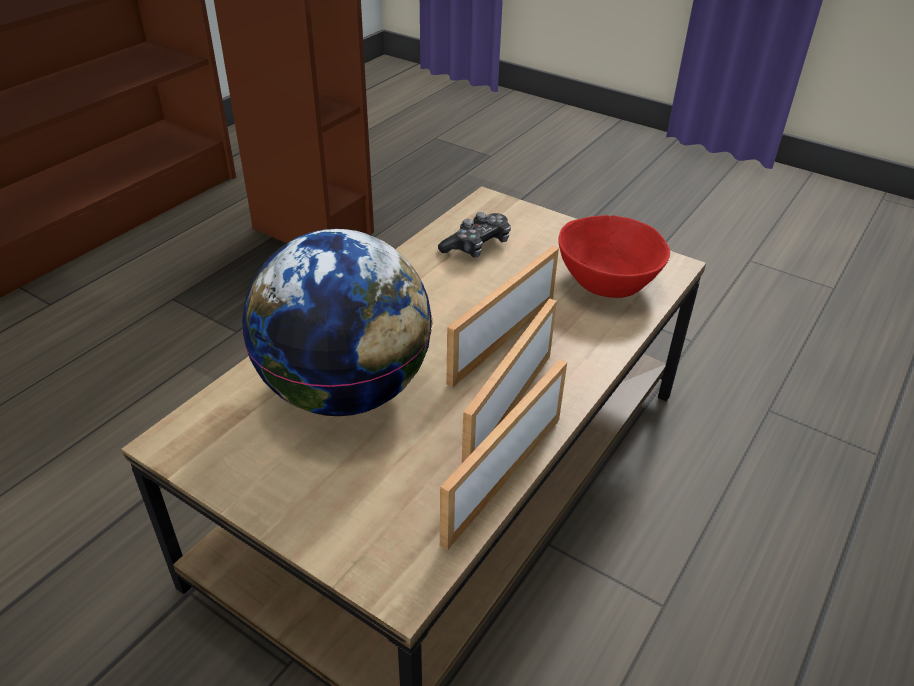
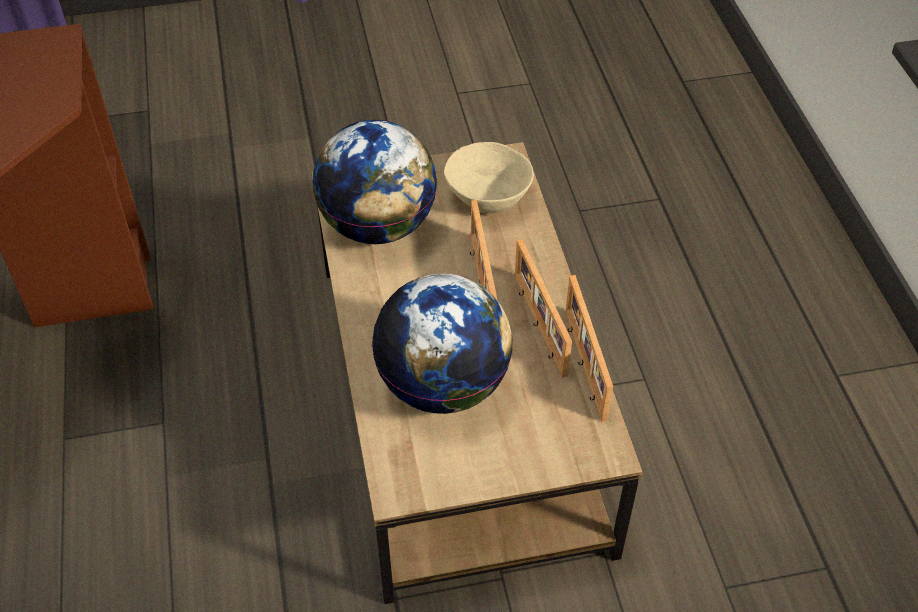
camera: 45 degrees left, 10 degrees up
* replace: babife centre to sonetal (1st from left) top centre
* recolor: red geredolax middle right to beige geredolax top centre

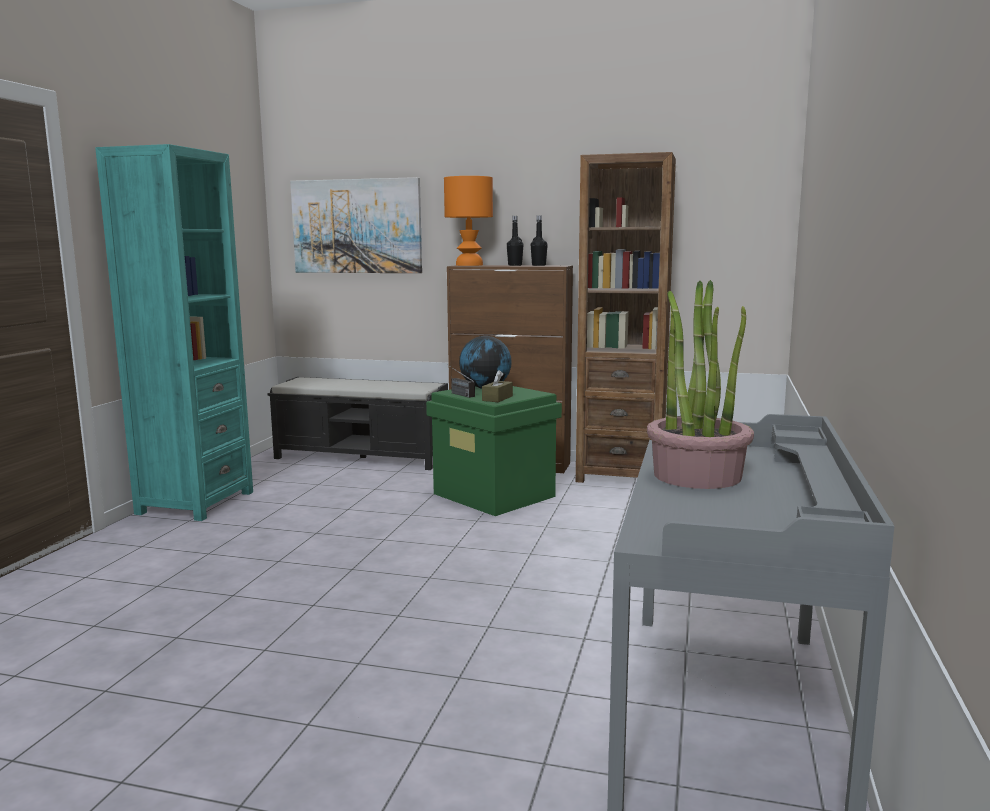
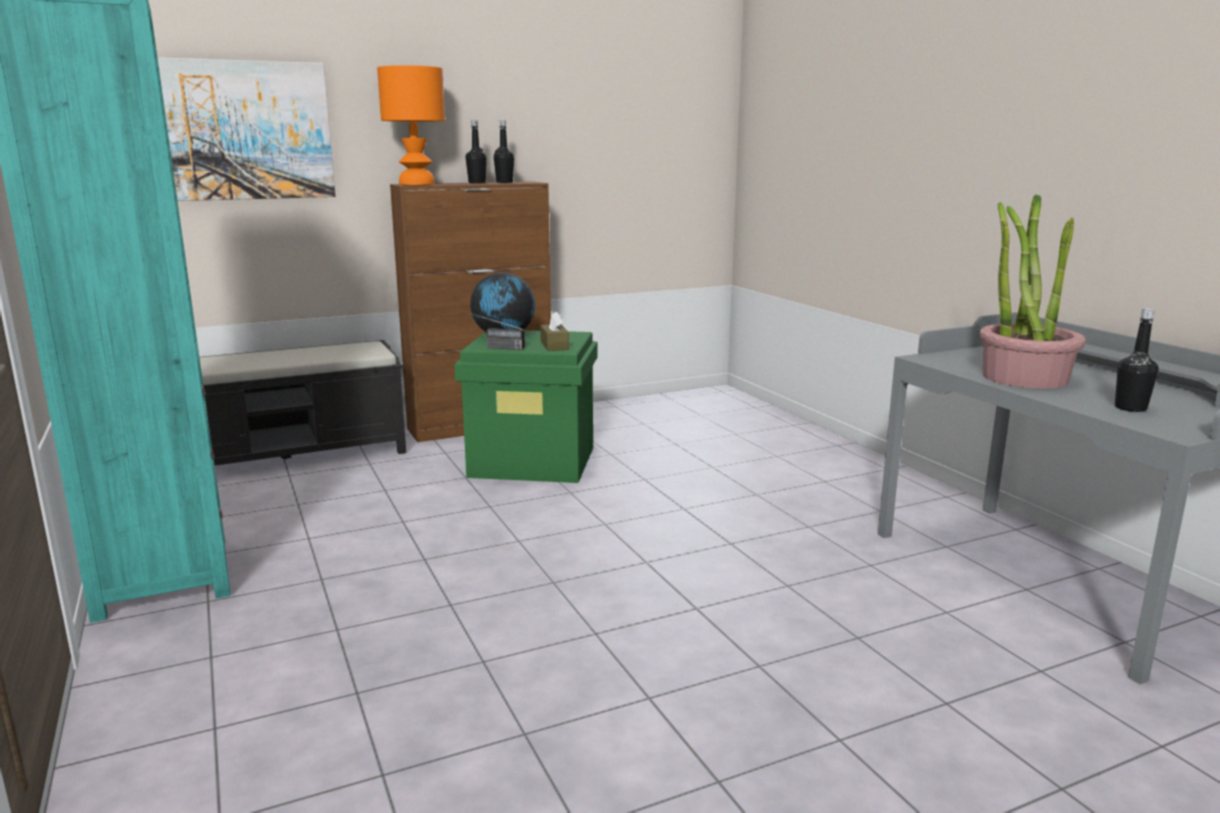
camera: 40 degrees left, 5 degrees up
* delete: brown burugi centre
* insert: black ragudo (3rd from left) middle right

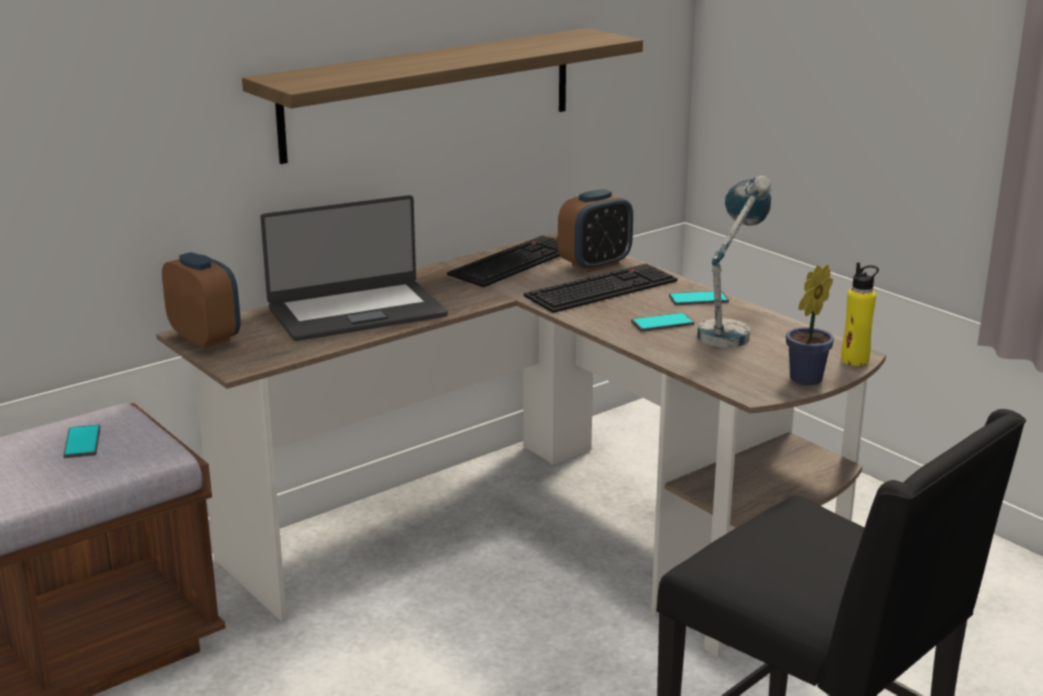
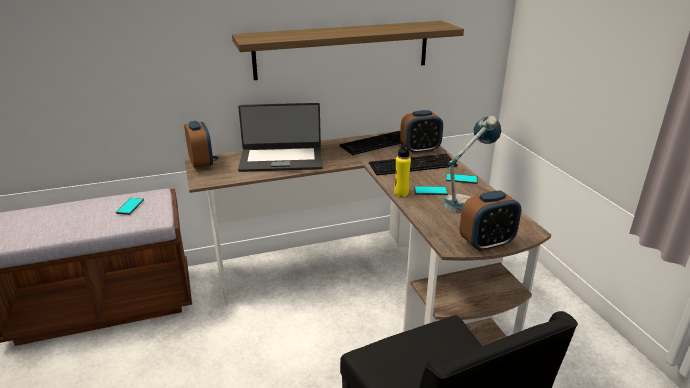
camera: 20 degrees right, 5 degrees up
* move: yellow ragudo middle right to centre
* replace: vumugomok middle right to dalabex (3rd from left) middle right

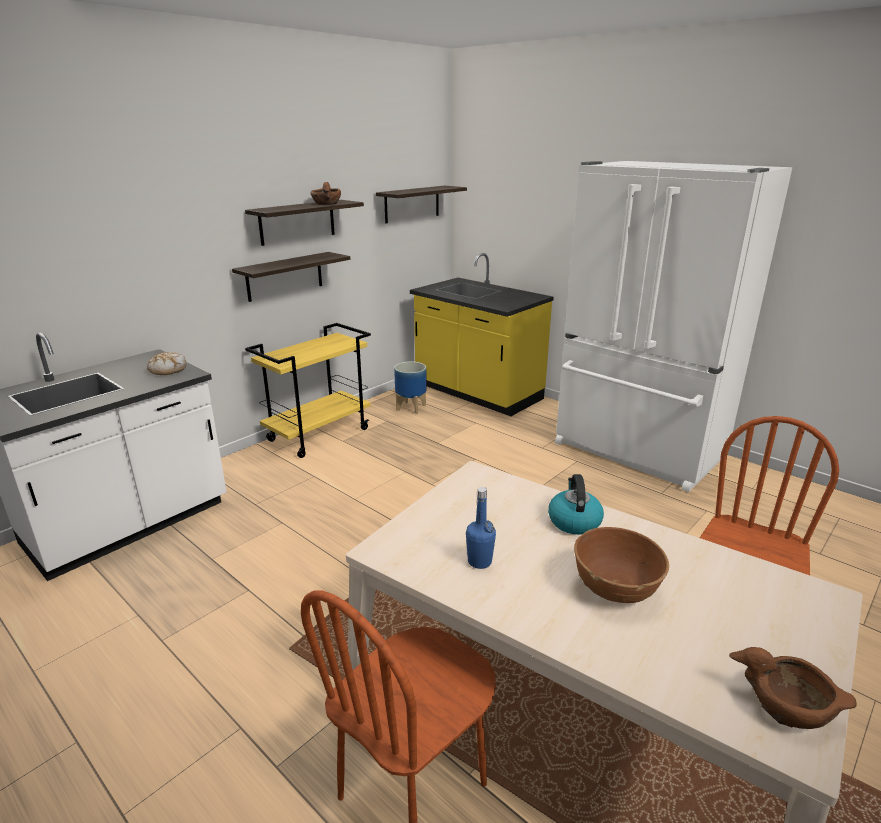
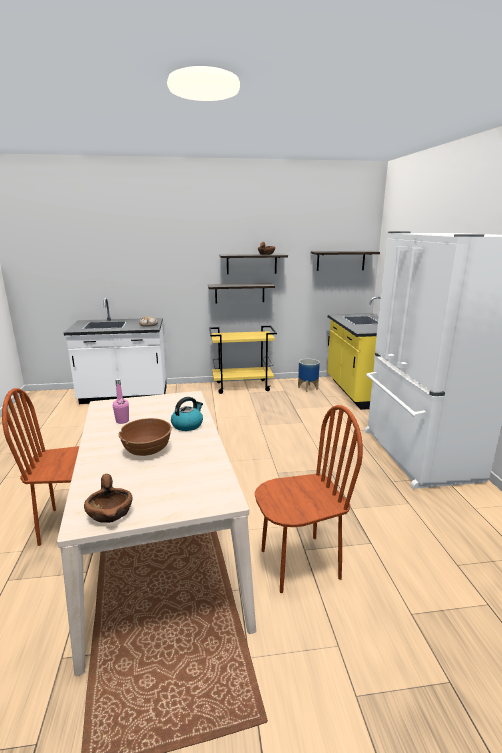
camera: 40 degrees right, 5 degrees down
* recolor: blue ragudo centre to pink ragudo middle left

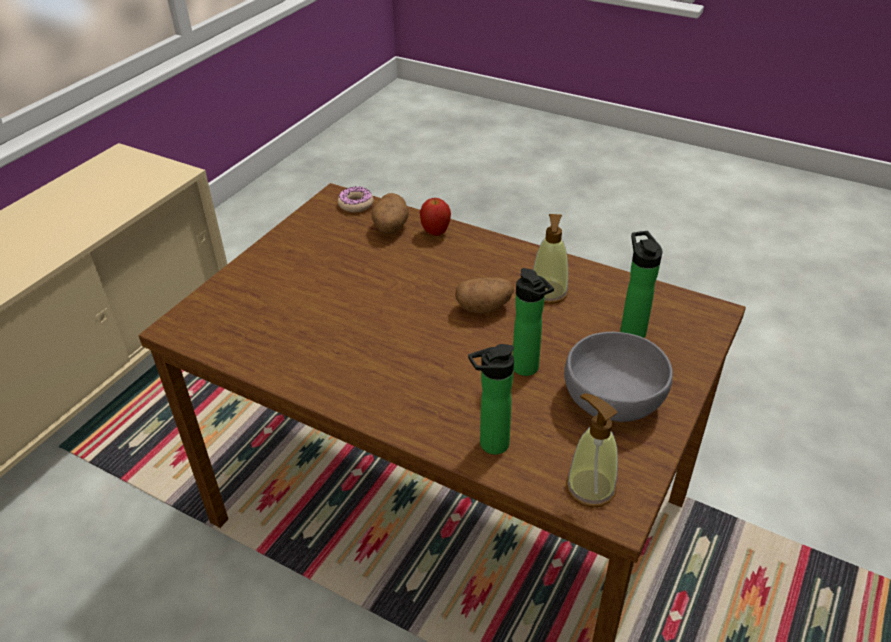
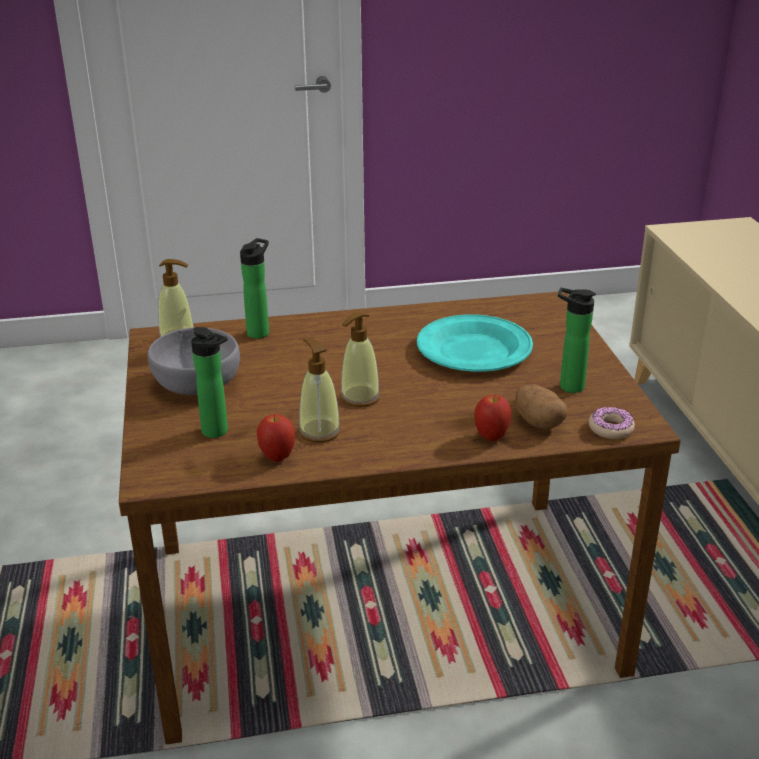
camera: 140 degrees right, 10 degrees down
* insert: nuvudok (1st from left) centre
* insert: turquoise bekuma centre
* move: ragudo (2nd from left in the first image) centre to ragudo (3rd from left) middle right
* replace: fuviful (2nd from left) centre to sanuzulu (3rd from left) centre

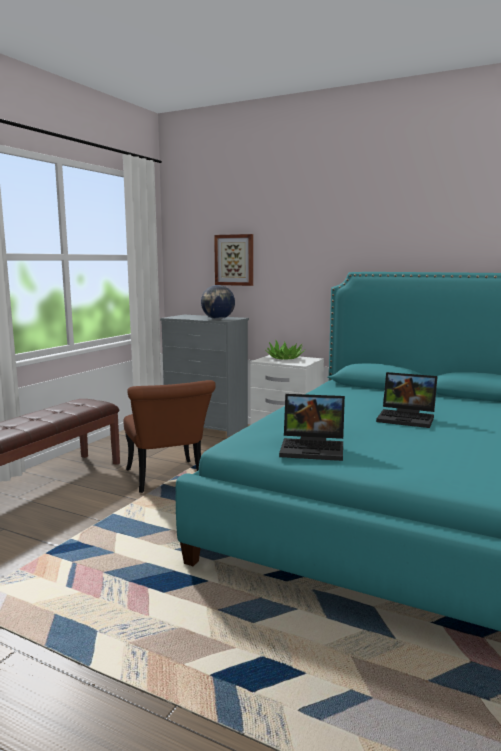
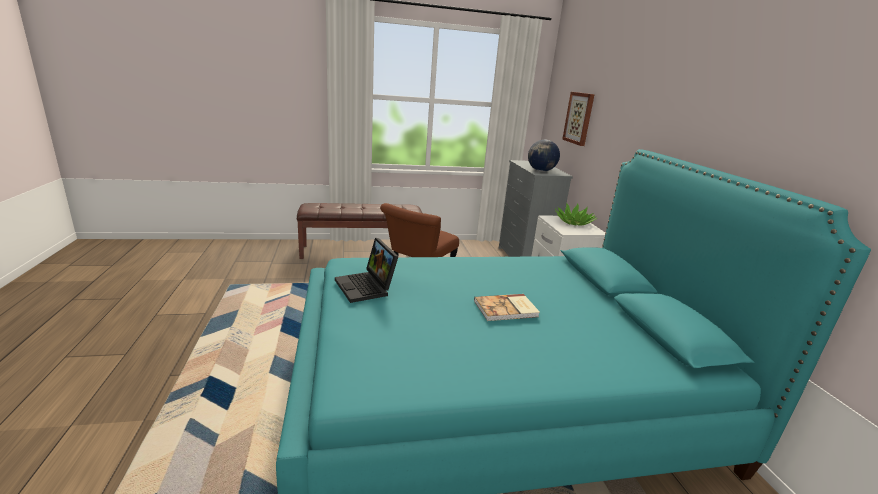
camera: 50 degrees right, 10 degrees up
* replace: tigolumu (2nd from left) middle right to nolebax centre

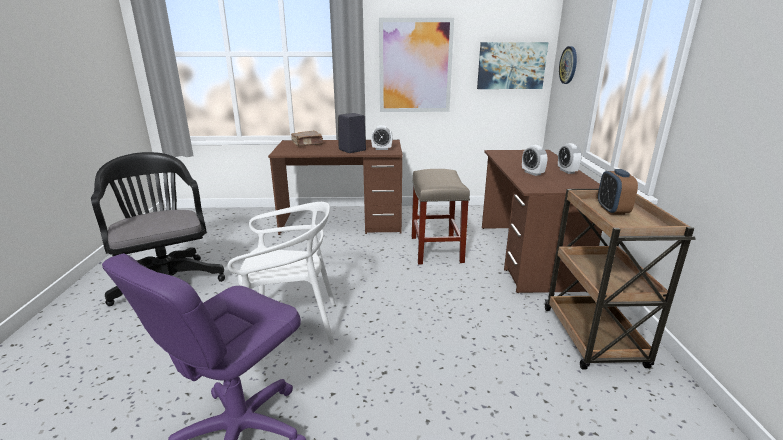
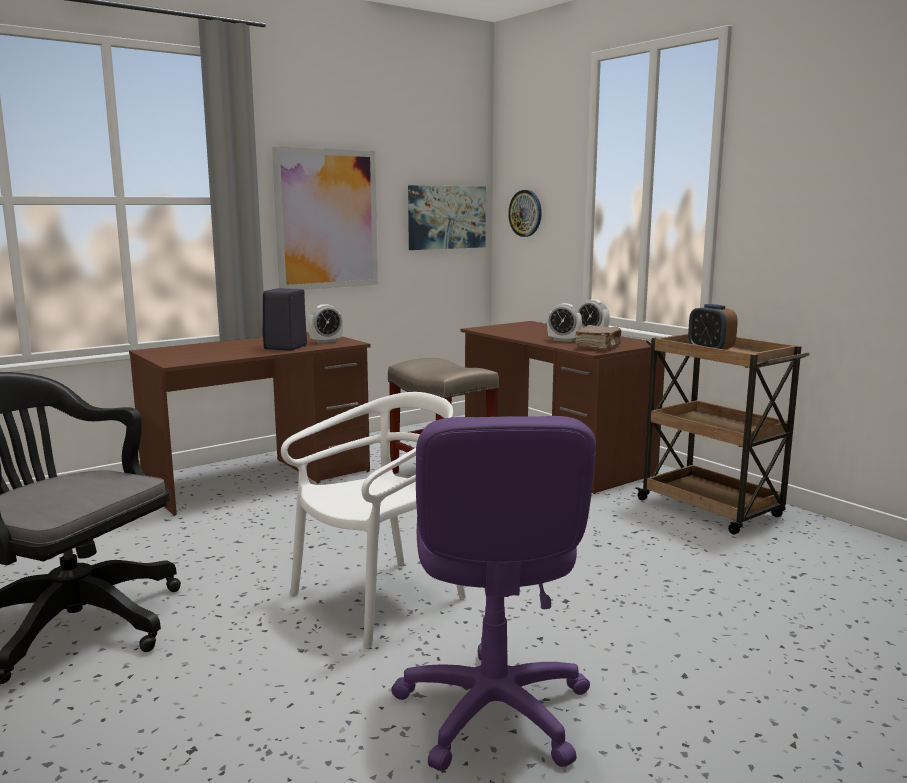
camera: 35 degrees left, 10 degrees down
* move: brown nolebax top centre to centre

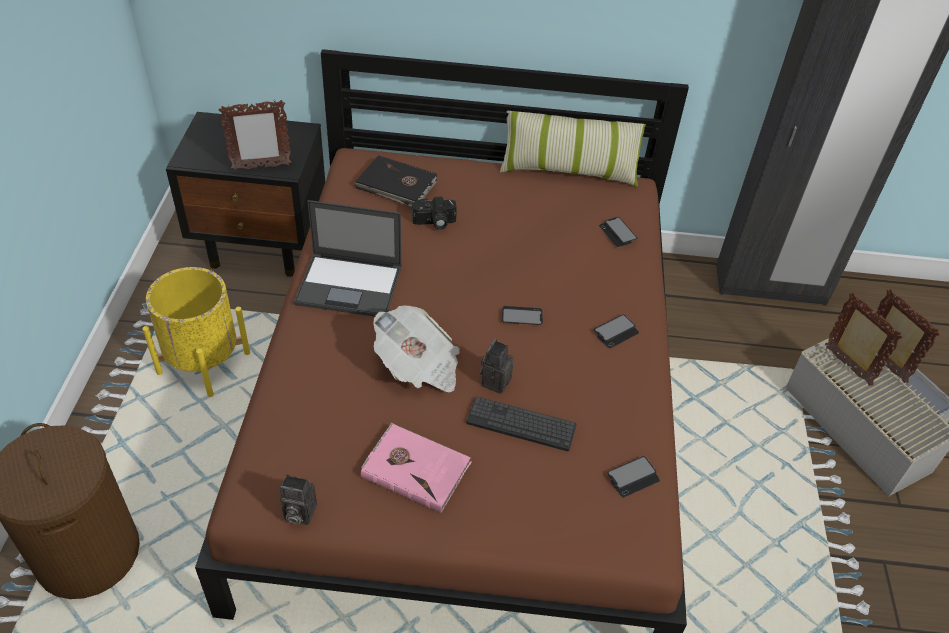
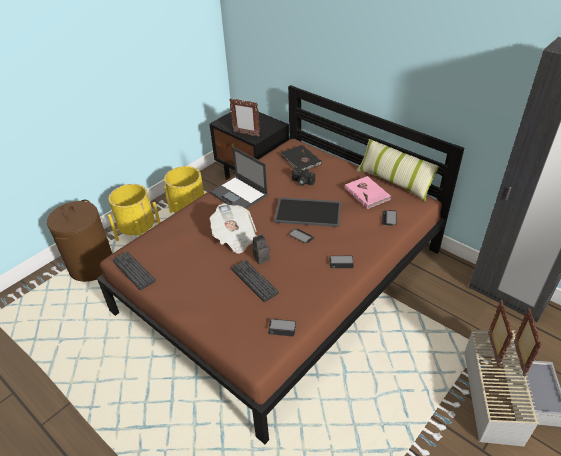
camera: 40 degrees right, 5 degrees down
* insert: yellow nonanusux (1st from left) middle left
* insert: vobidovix centre
* move: pink nolebax bottom centre to centre
* replace: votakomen (1st from left) bottom left to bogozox (1st from left) middle left

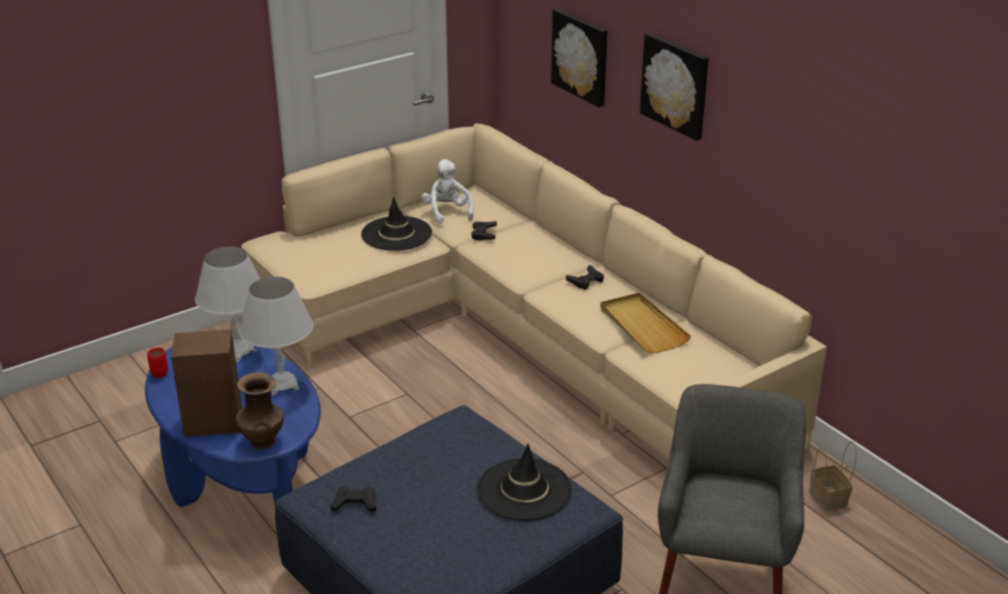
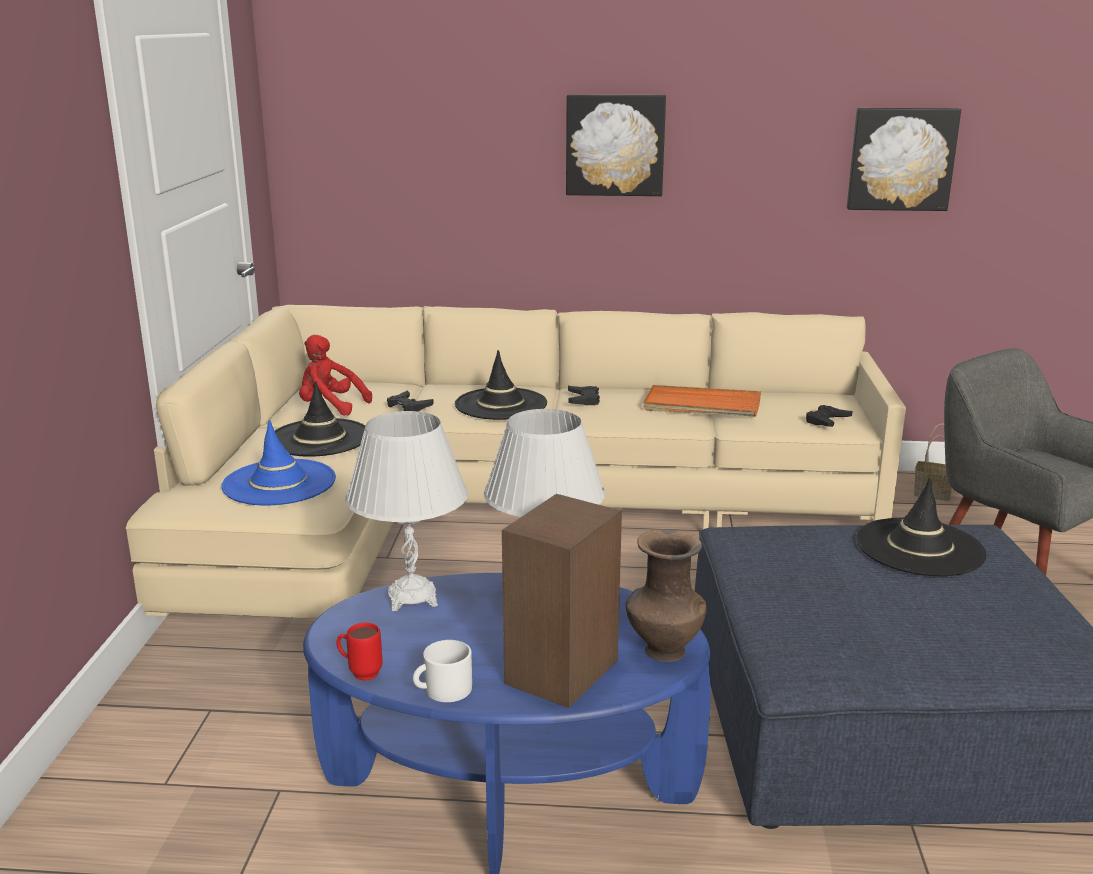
camera: 50 degrees left, 10 degrees down
* insert: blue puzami middle left
* insert: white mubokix bottom centre
* insert: black puzami (2nd from left) centre
* move: black babife (1st from left in the first image) bottom centre to black babife (3rd from left) middle right
* move: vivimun (1st from left in the first image) top centre to vivimun (2nd from left) top right
* recolor: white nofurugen top centre to red nofurugen middle left
* recolor: beige vobidovix centre to orange vobidovix centre

